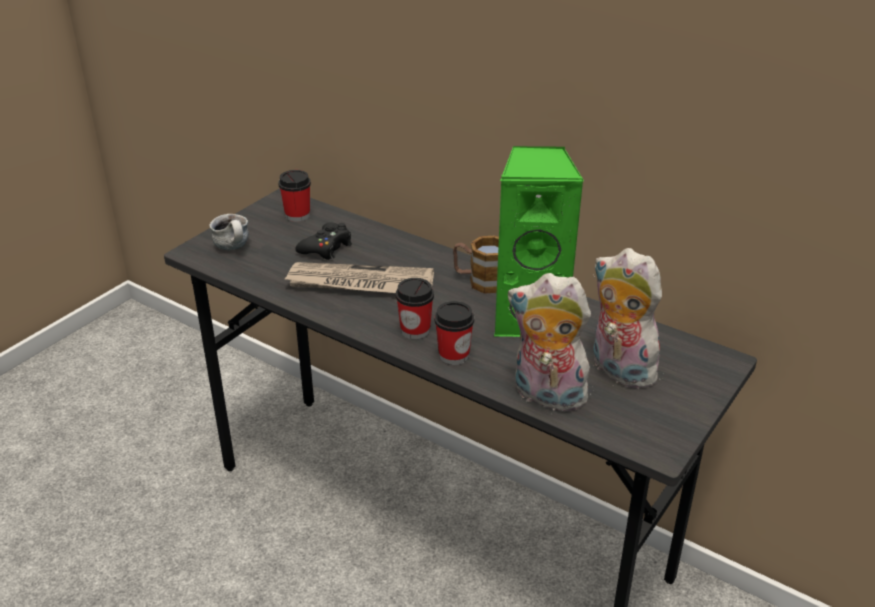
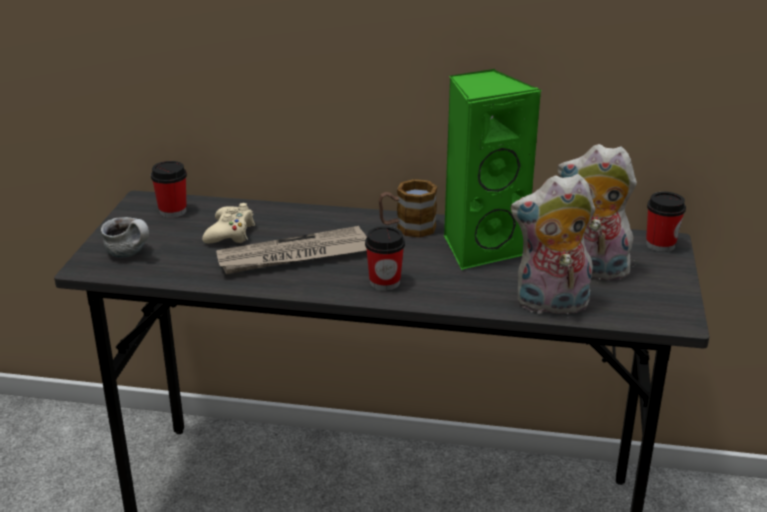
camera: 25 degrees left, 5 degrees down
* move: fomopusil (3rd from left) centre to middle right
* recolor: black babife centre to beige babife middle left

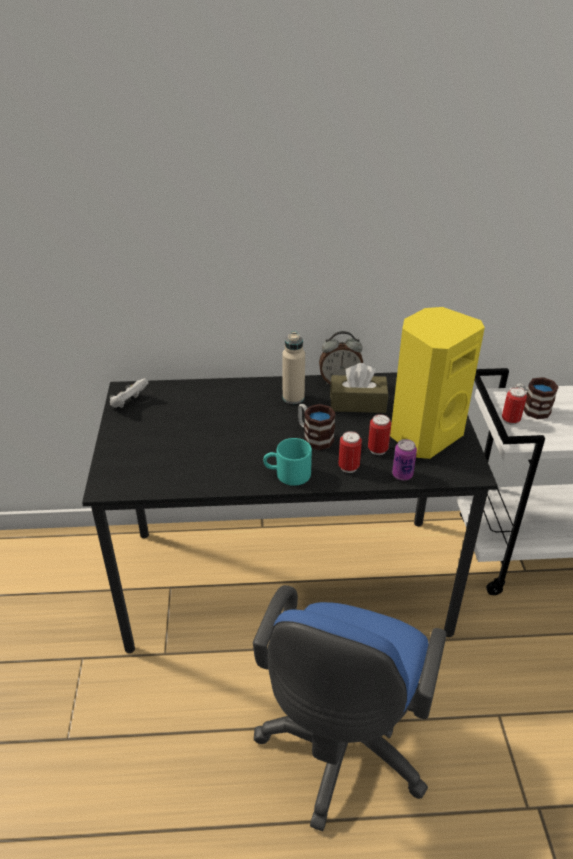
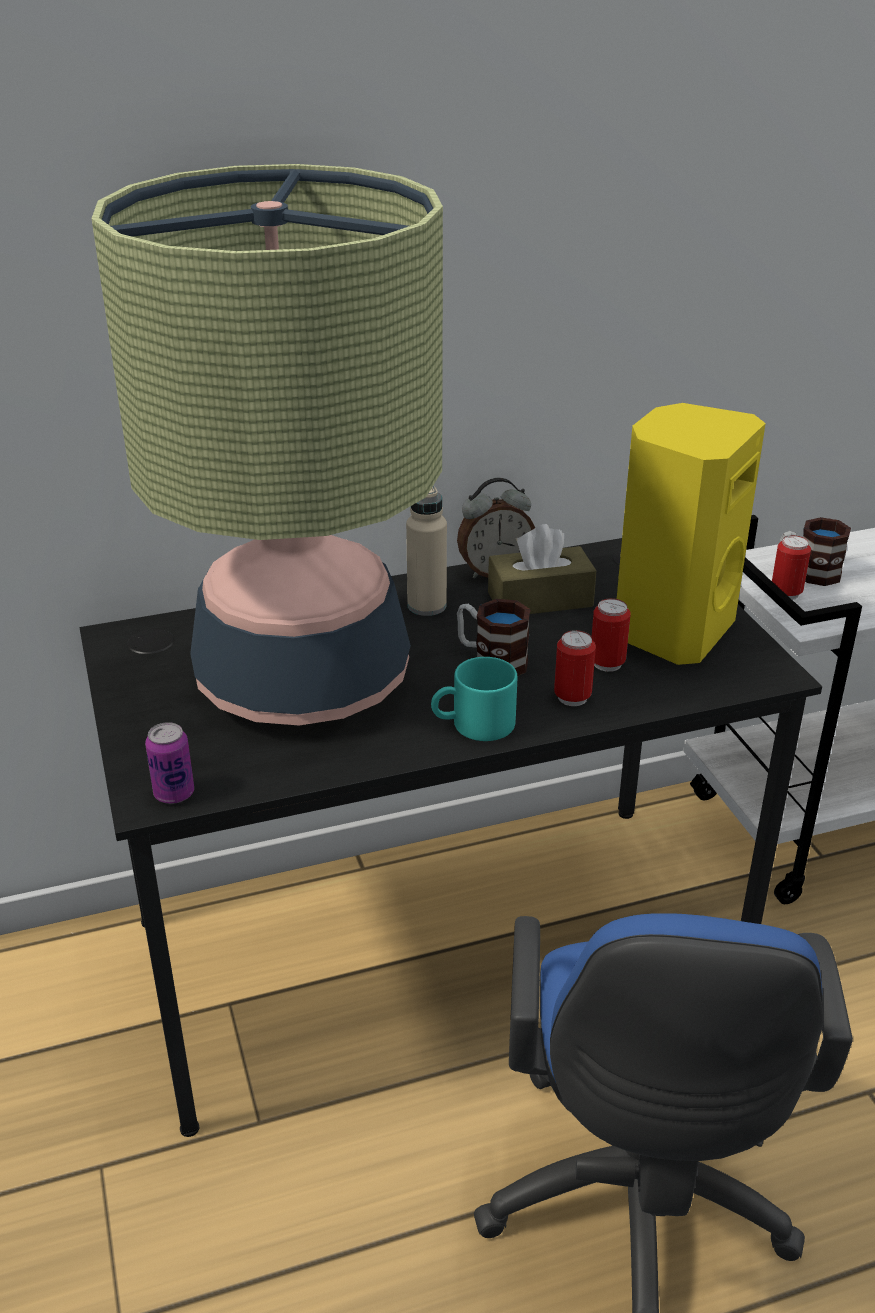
camera: 15 degrees left, 5 degrees down
* delete: white babife middle left
* insert: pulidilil middle left
* move: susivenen (3rd from left in the first image) middle right to susivenen (1st from left) middle left

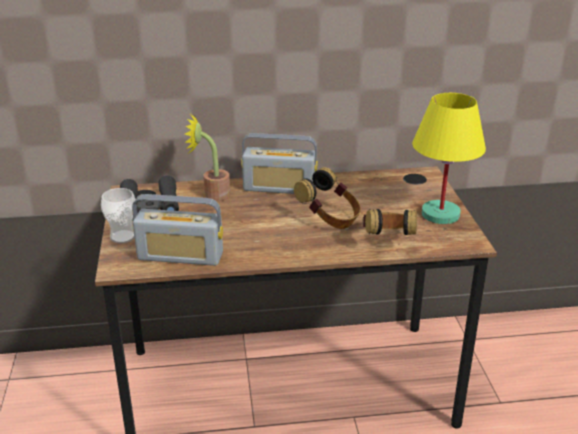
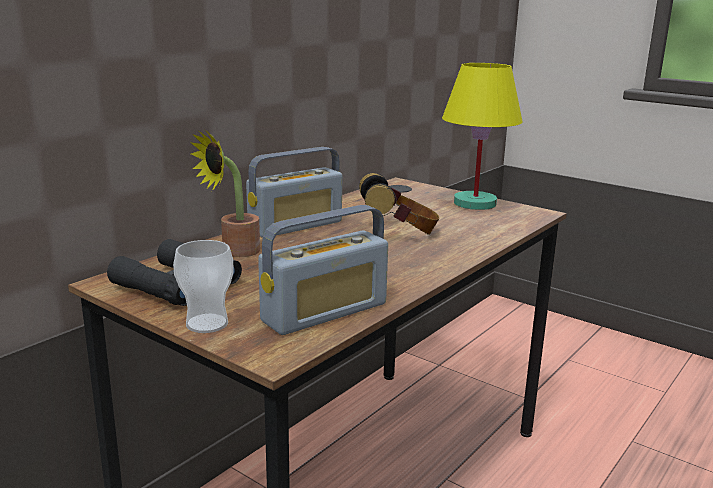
camera: 45 degrees left, 10 degrees down
* delete: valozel (2nd from left) middle right

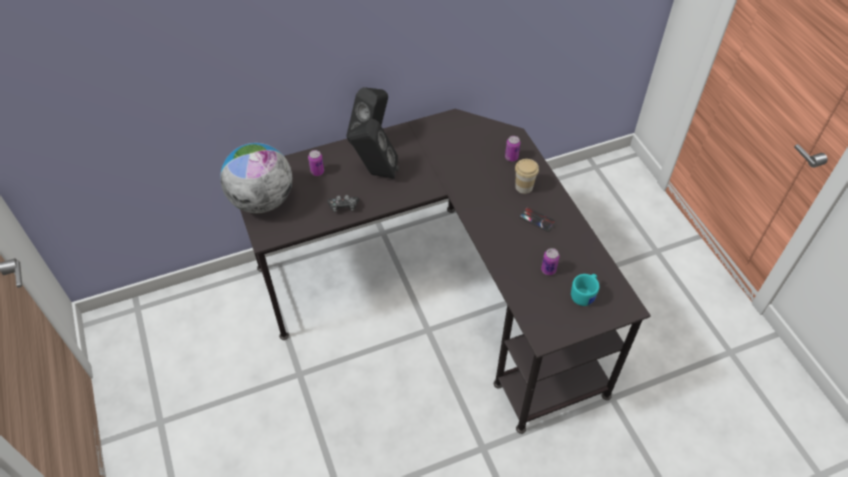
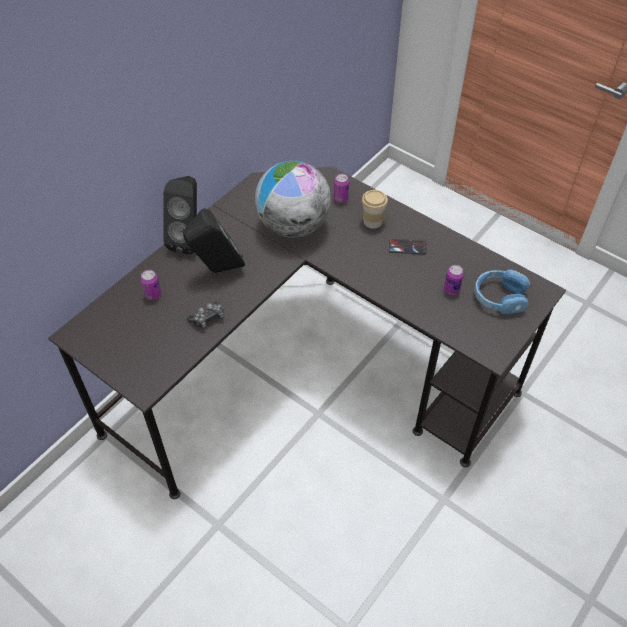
camera: 30 degrees left, 0 degrees up
* move: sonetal middle left to top centre
* replace: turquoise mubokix middle right to blue valozel middle right

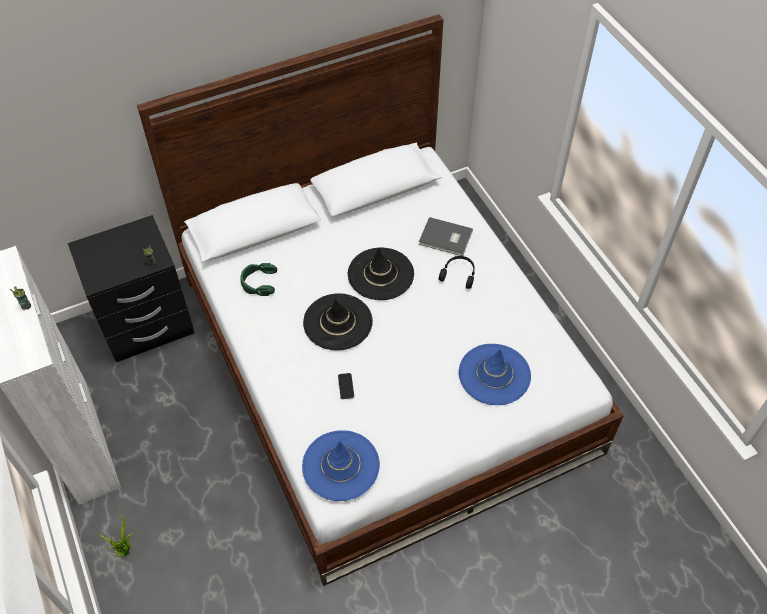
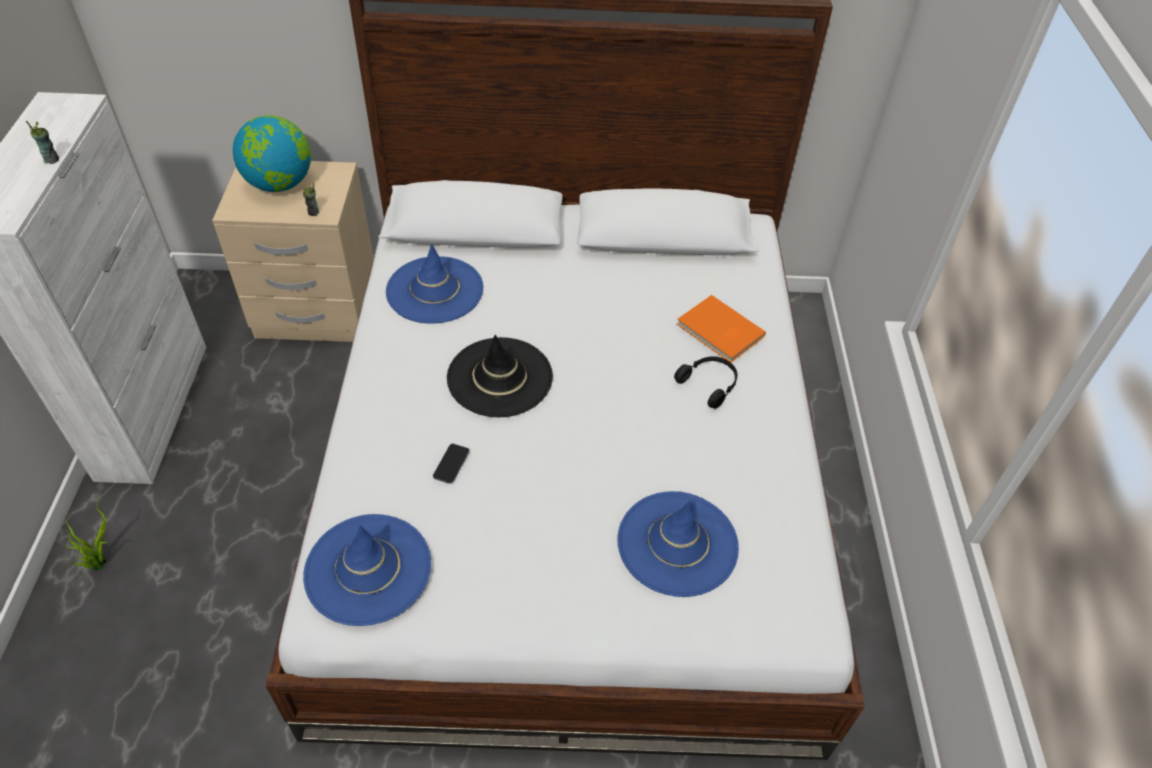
camera: 25 degrees right, 5 degrees down
* delete: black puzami (2nd from left) centre
* insert: sonetal top left
* replace: green valozel centre to blue puzami (2nd from left) centre
* recolor: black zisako middle left to beige zisako top left
* recolor: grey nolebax centre to orange nolebax centre

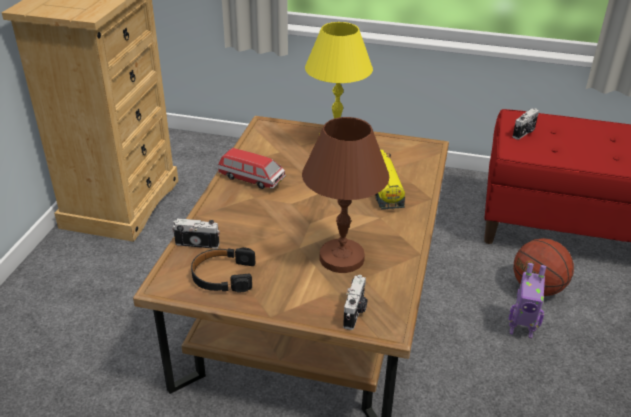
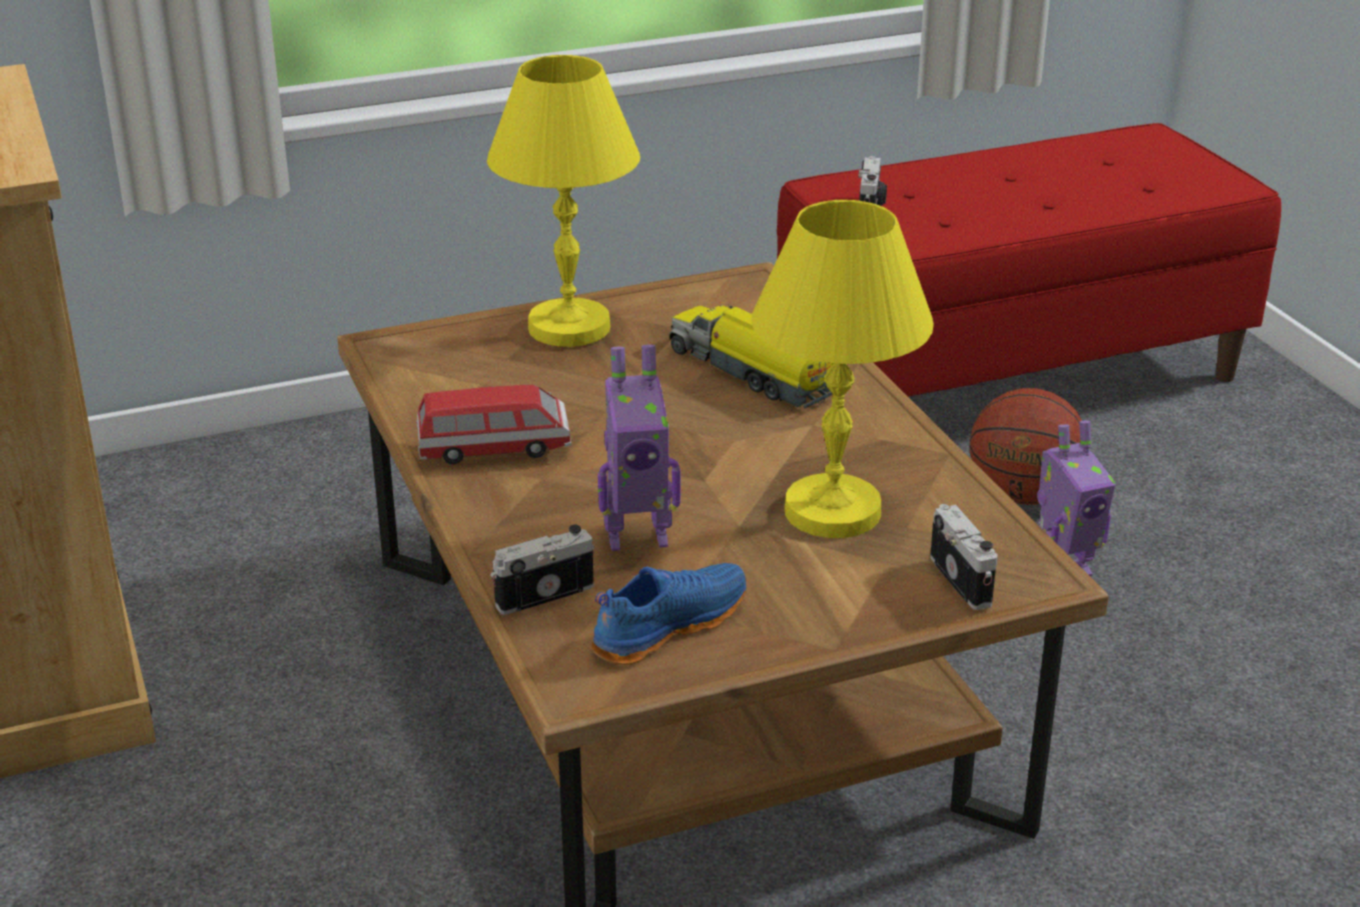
camera: 35 degrees left, 5 degrees down
* insert: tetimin (1st from left) centre
* replace: black valozel centre to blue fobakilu bottom centre
* recolor: brown pulidilil centre to yellow pulidilil (2nd from left) centre

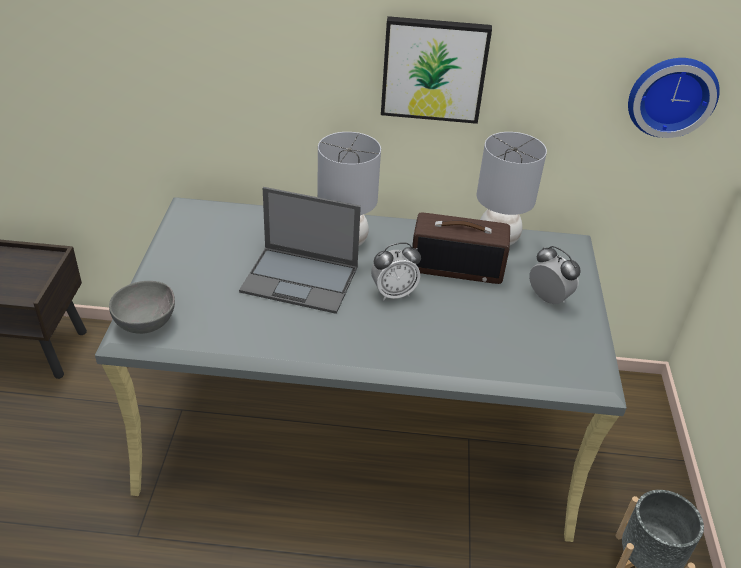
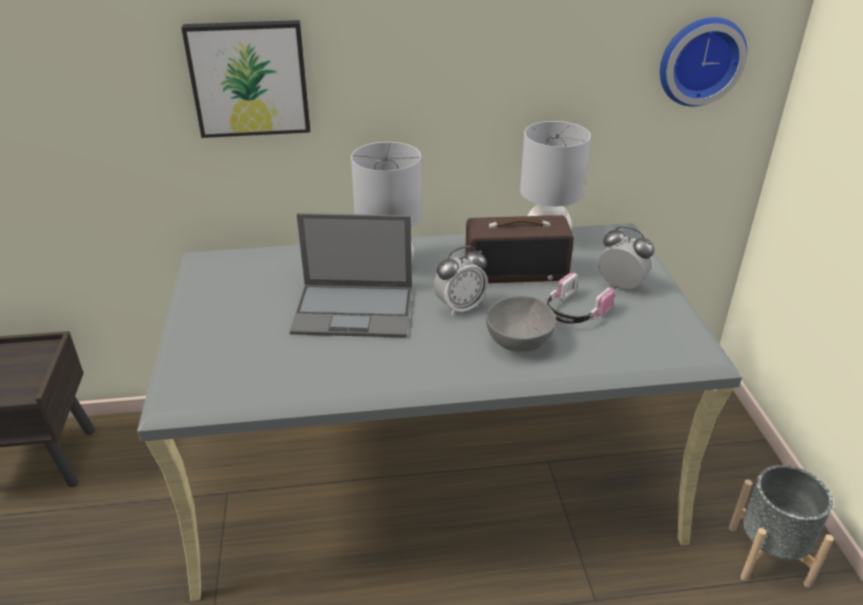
camera: 10 degrees left, 5 degrees down
* insert: valozel middle right
* move: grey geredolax middle left to centre
* move: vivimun top centre to top left

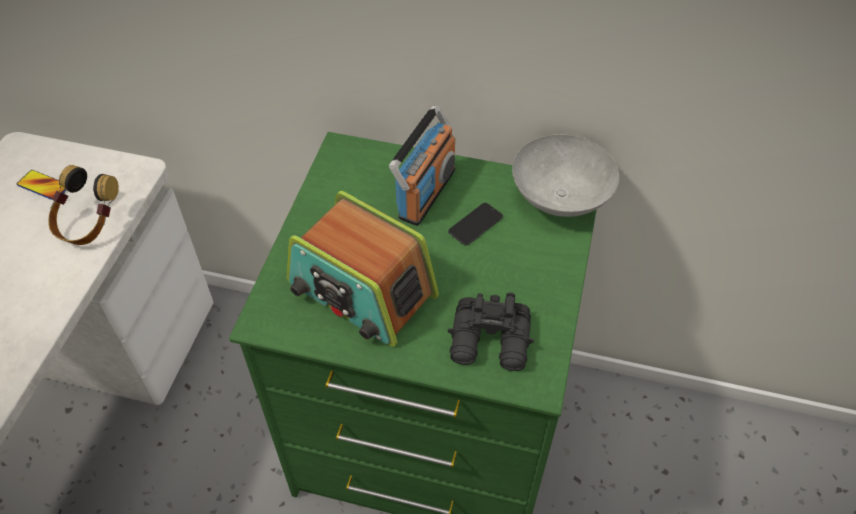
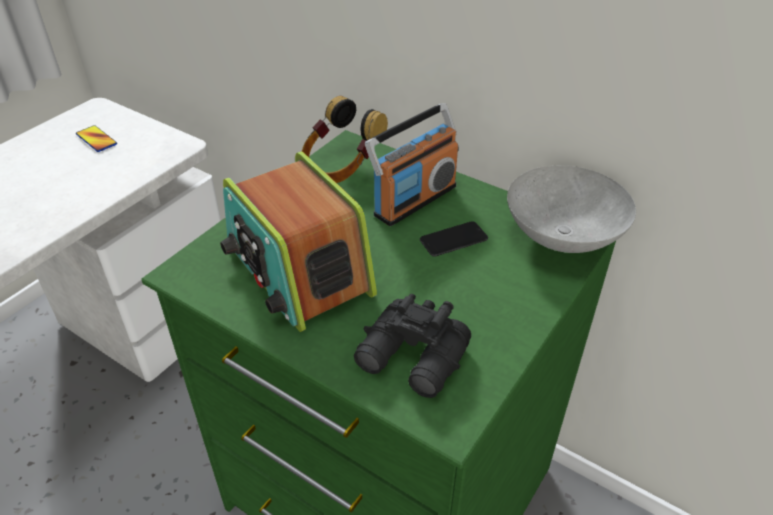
camera: 20 degrees right, 10 degrees down
* move: valozel middle left to top centre

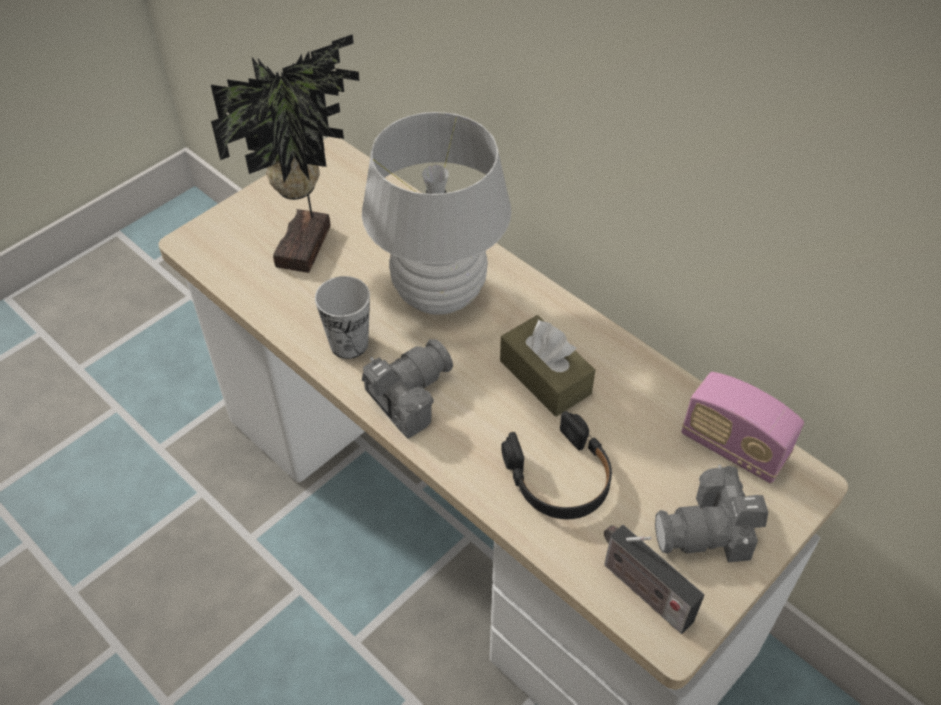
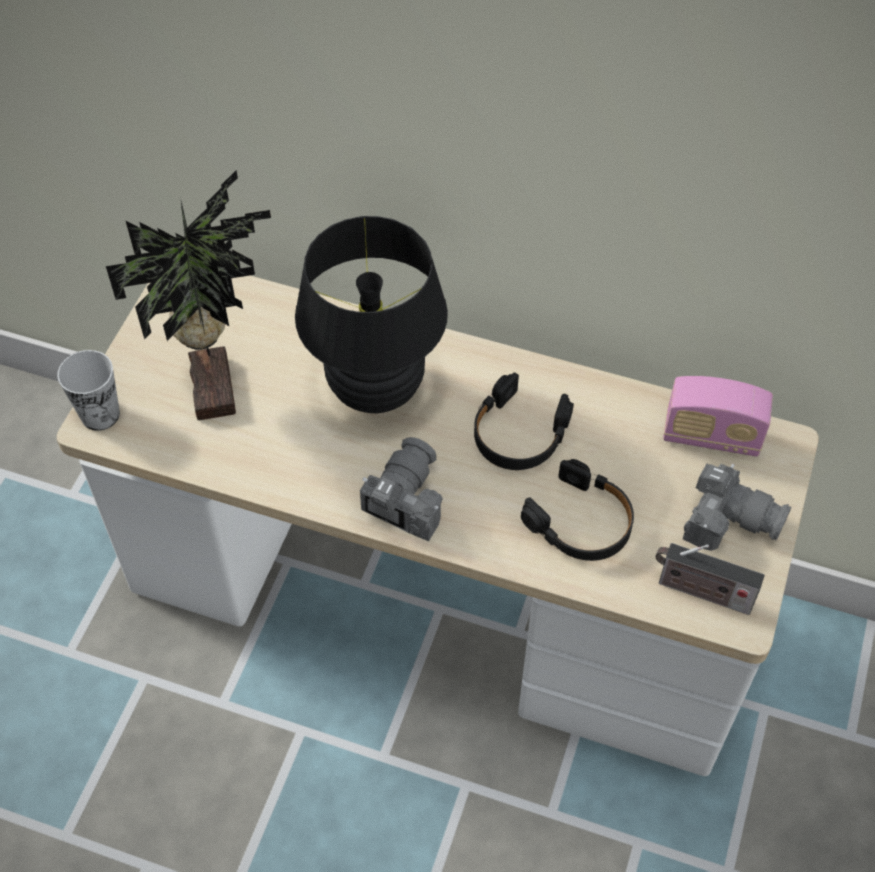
camera: 25 degrees left, 5 degrees up
* move: fomopusil centre to middle left
* replace: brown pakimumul centre to black valozel (1st from left) centre
* recolor: white pulidilil top centre to black pulidilil centre
* rotate: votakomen (2nd from left) bottom right = middle right 120 degrees counterclockwise

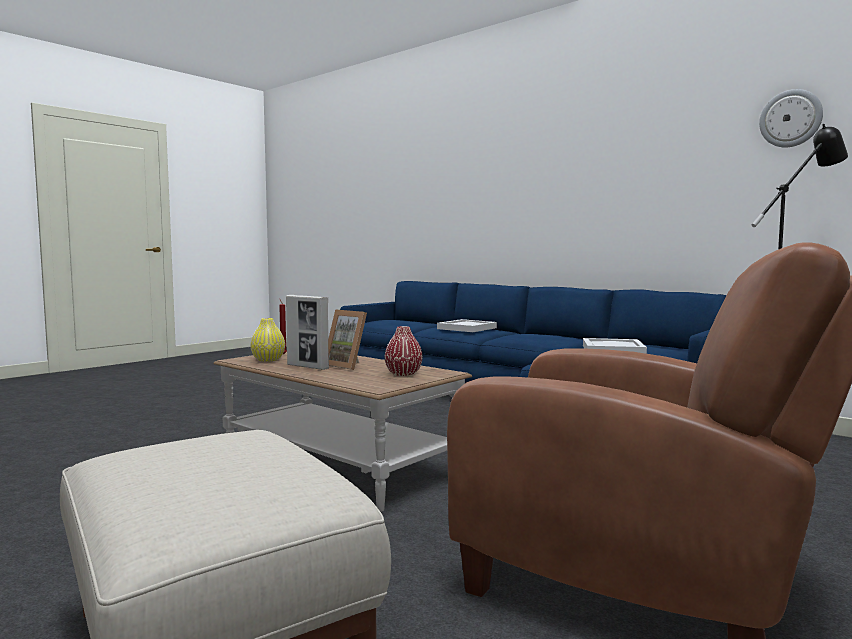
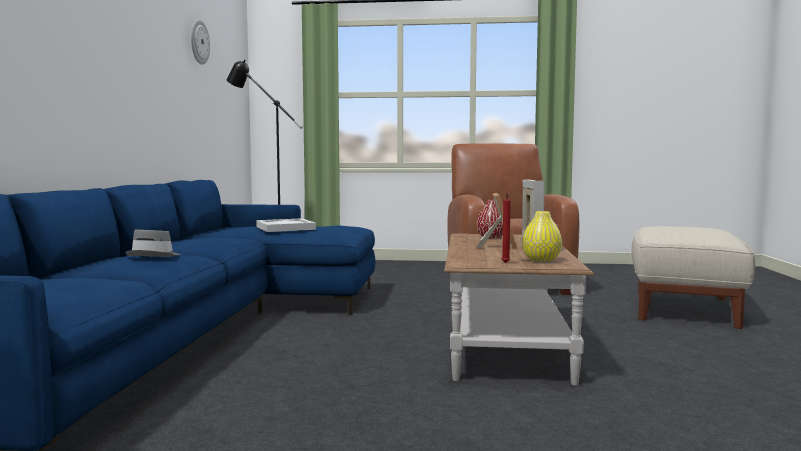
camera: 125 degrees left, 0 degrees up
* replace: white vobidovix (1st from left) centre to grey puzami middle left

